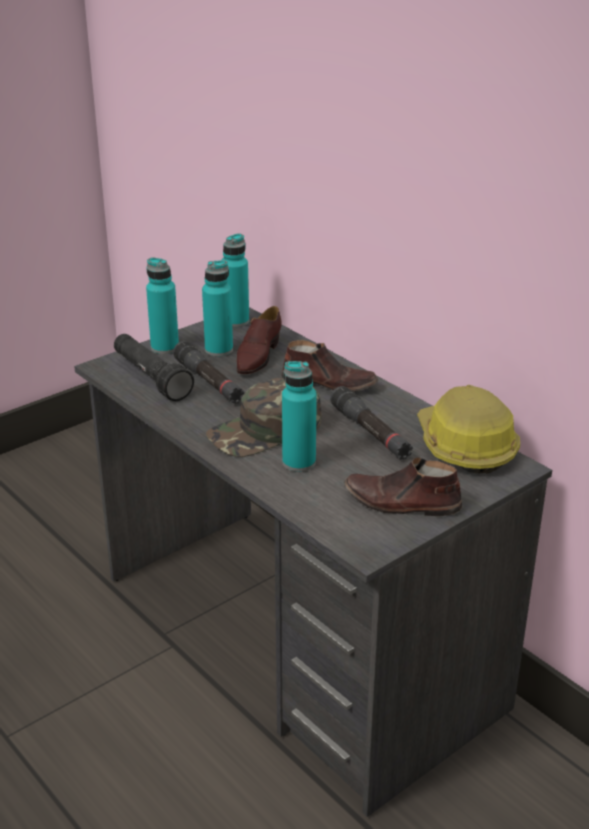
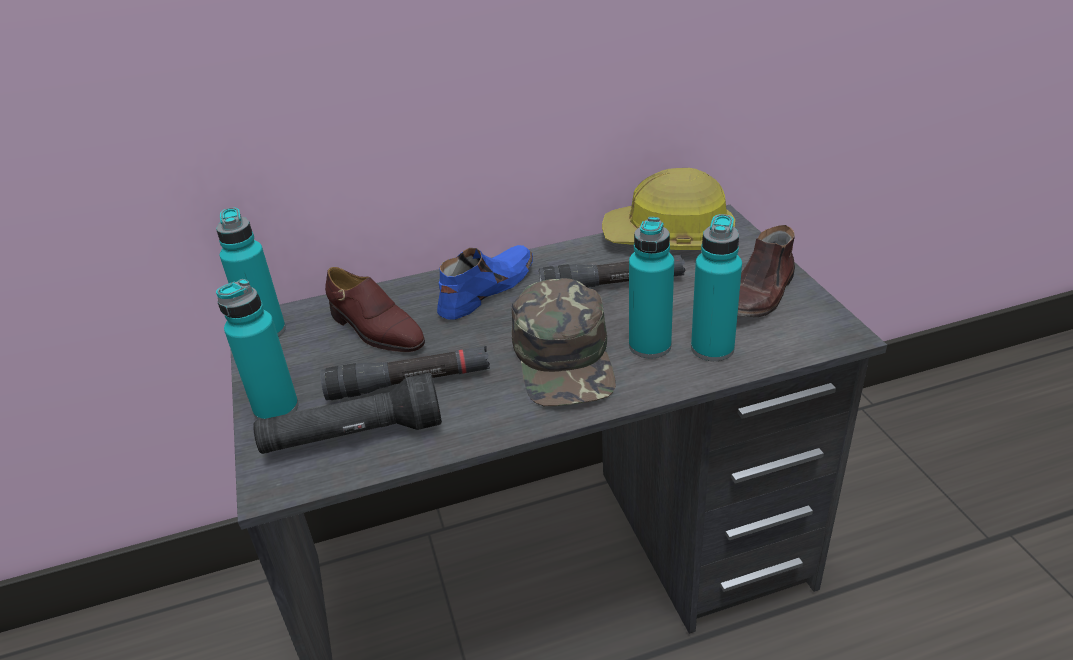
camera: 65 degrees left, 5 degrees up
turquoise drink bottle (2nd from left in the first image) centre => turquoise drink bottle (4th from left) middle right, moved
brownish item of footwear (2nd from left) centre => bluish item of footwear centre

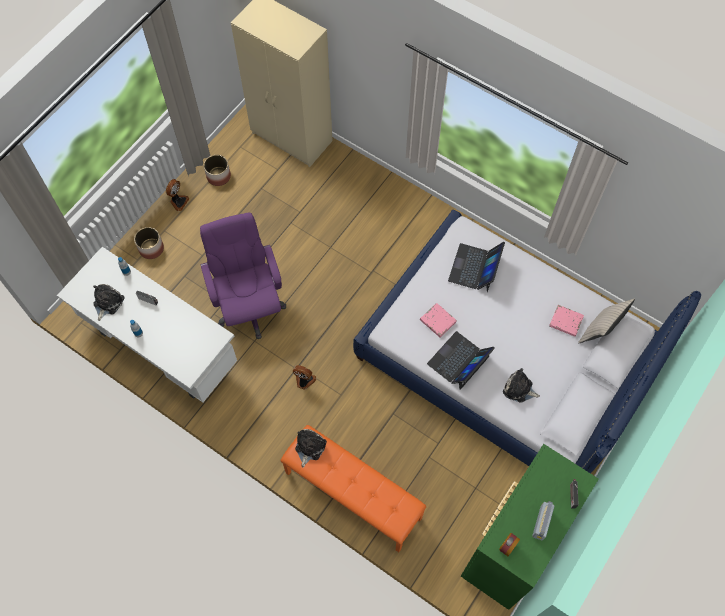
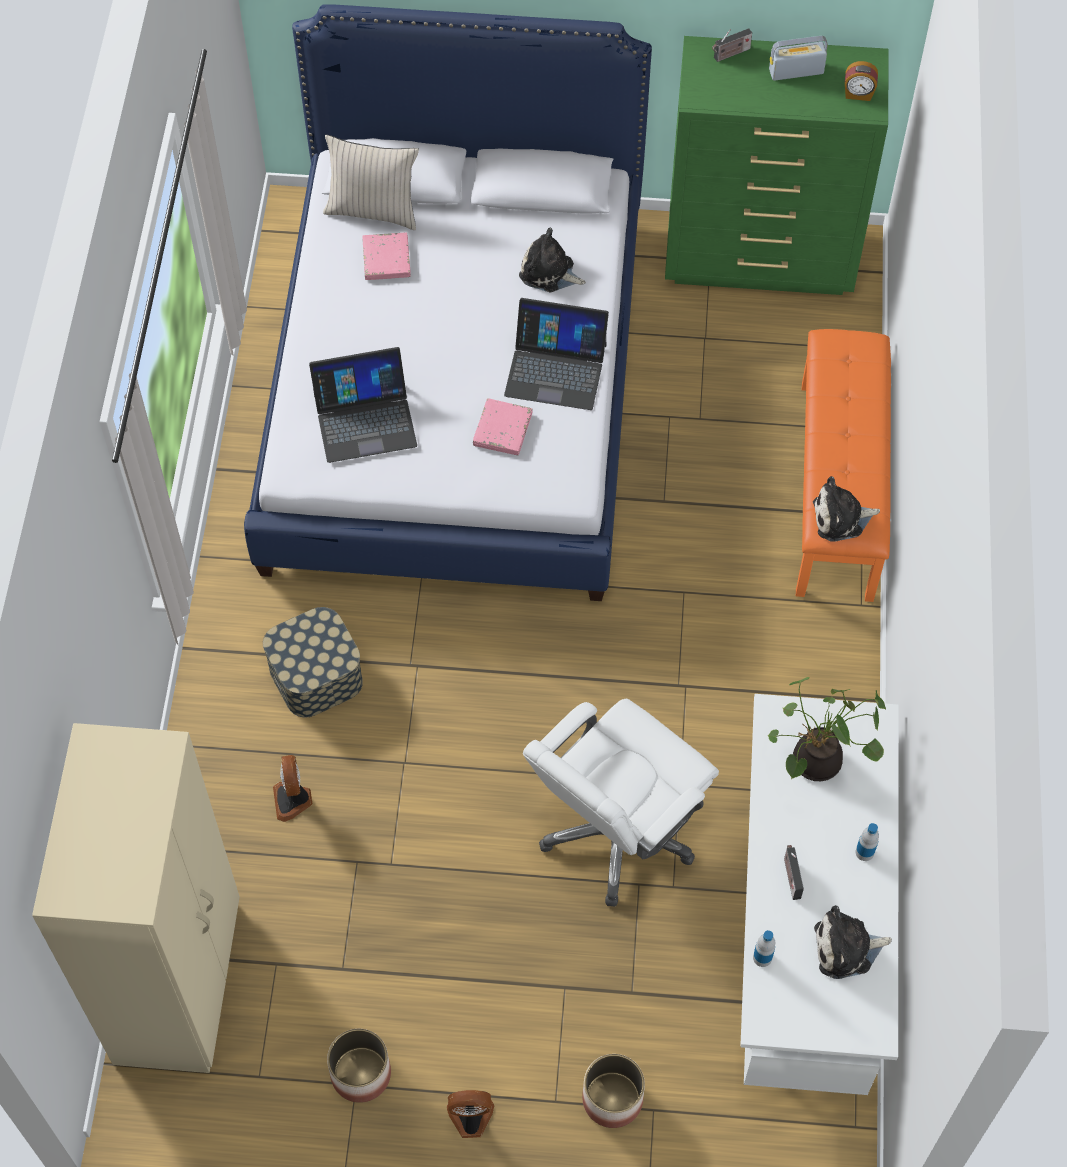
camera: 120 degrees left, 5 degrees down
nothing => storage bin middle left
nothing => potted plant middle right
fan (2nd from left in the first image) centre => fan (1st from left) bottom left, moved
purple desk chair centre => white-coloured desk chair bottom centre
soft toy (3rd from left in the first image) middle right => soft toy (1st from left) top centre, 120 degrees clockwise

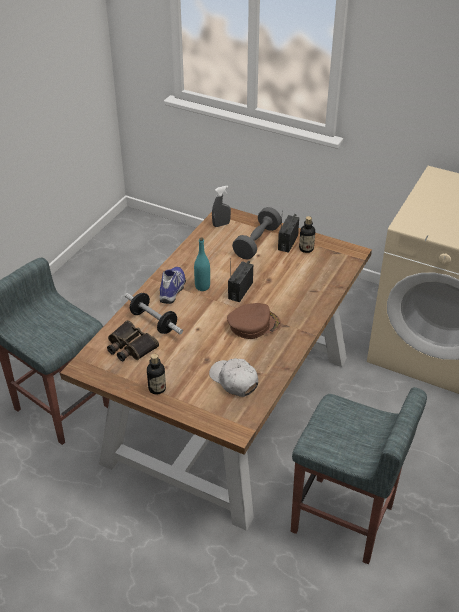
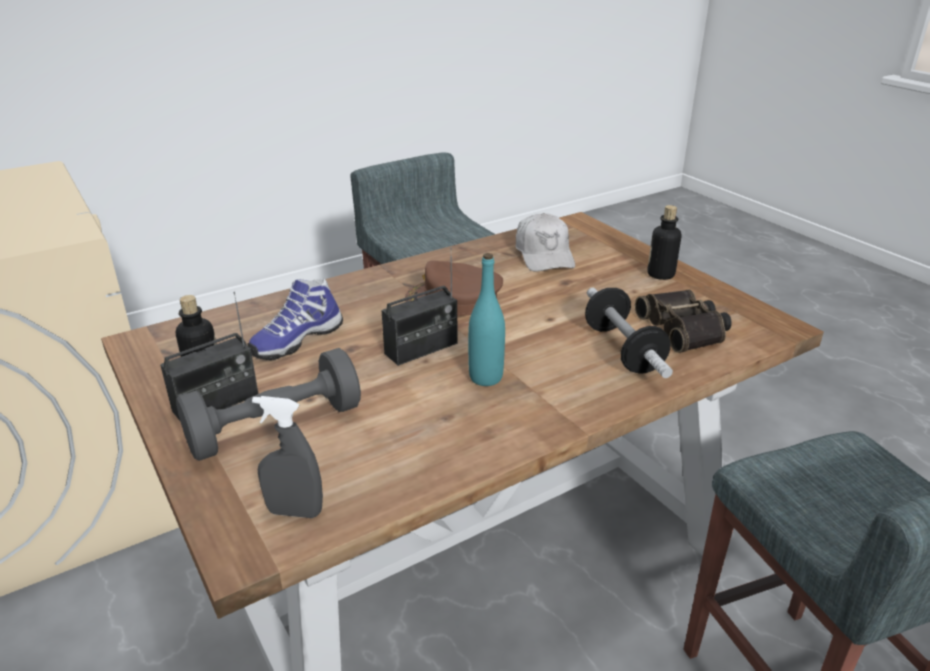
camera: 150 degrees left, 10 degrees down
item of footwear centre => item of footwear middle left, moved

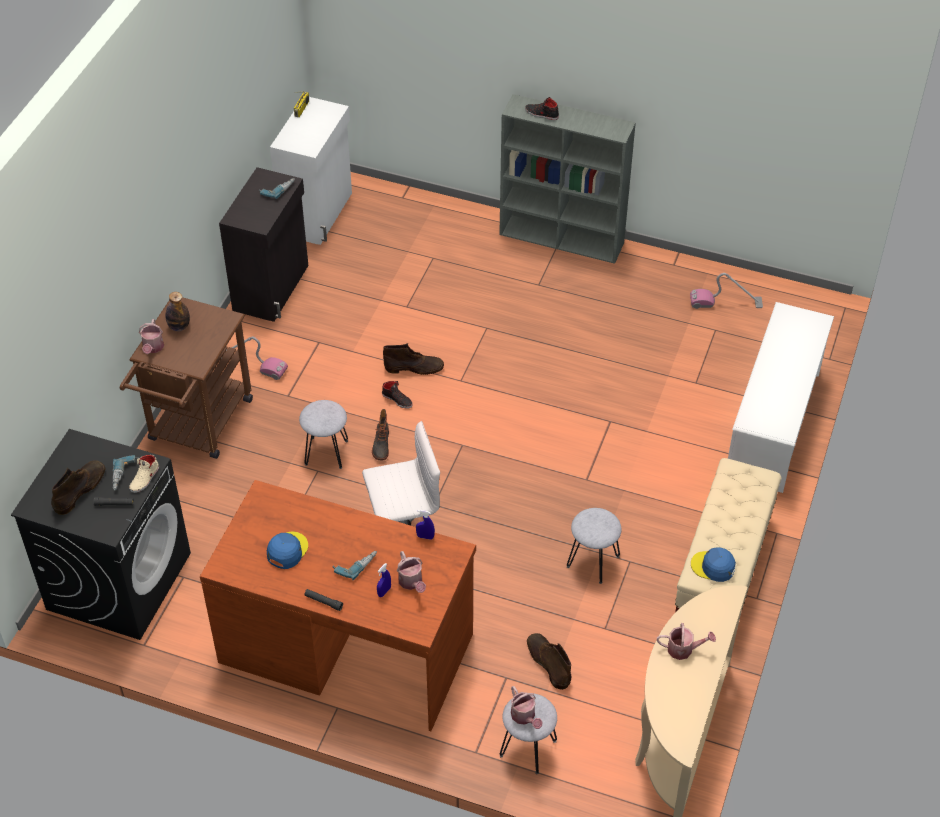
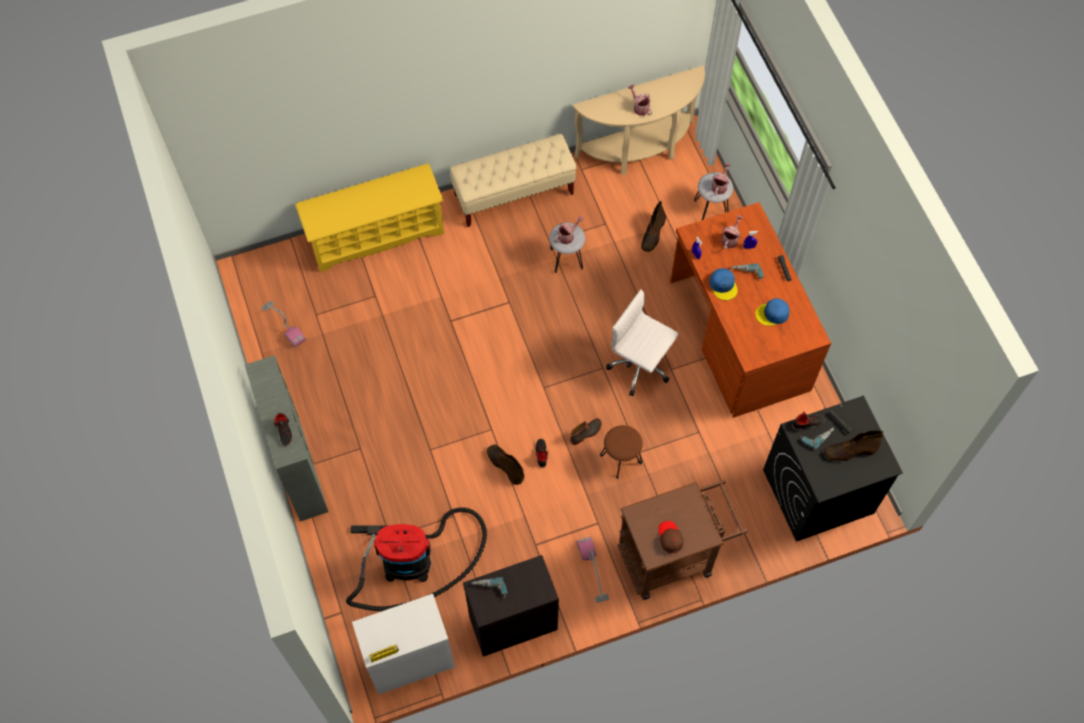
camera: 130 degrees left, 15 degrees up
nothing => hoover (2nd from left) bottom centre
sprinkling can (1st from left) middle left => sprinkling can (1st from left) top centre, moved
bluish cap (2nd from left in the first image) bottom right => bluish cap (1st from left) middle right, moved
drink bottle middle left => brownish cap bottom centre
beige-coloured item of footwear middle left => blackish item of footwear (3rd from left) middle right
greyish sitting stool (1st from left) centre => brownish sitting stool centre
white-coloured shoe shelf middle right => yellow-coloured shoe shelf top centre

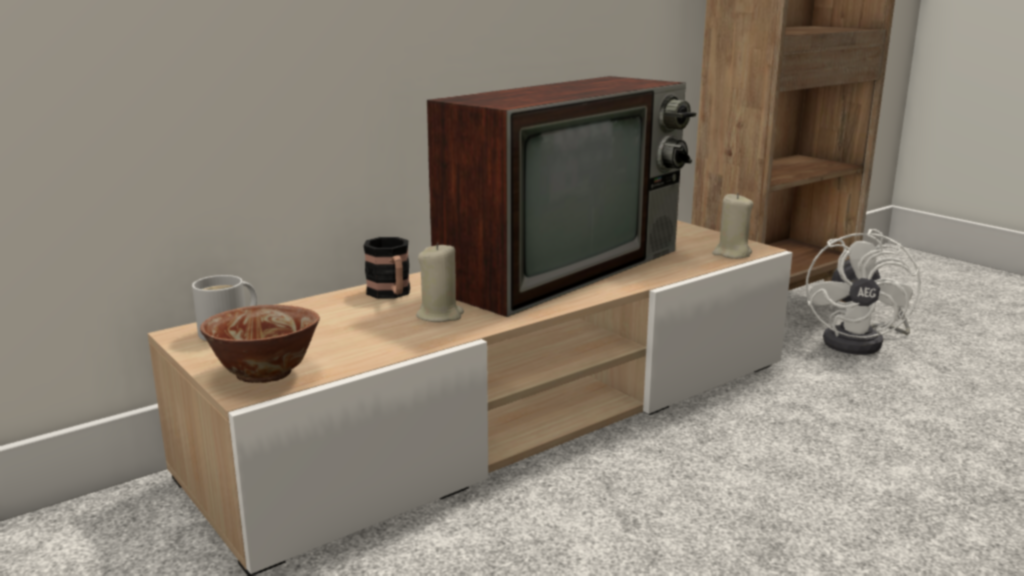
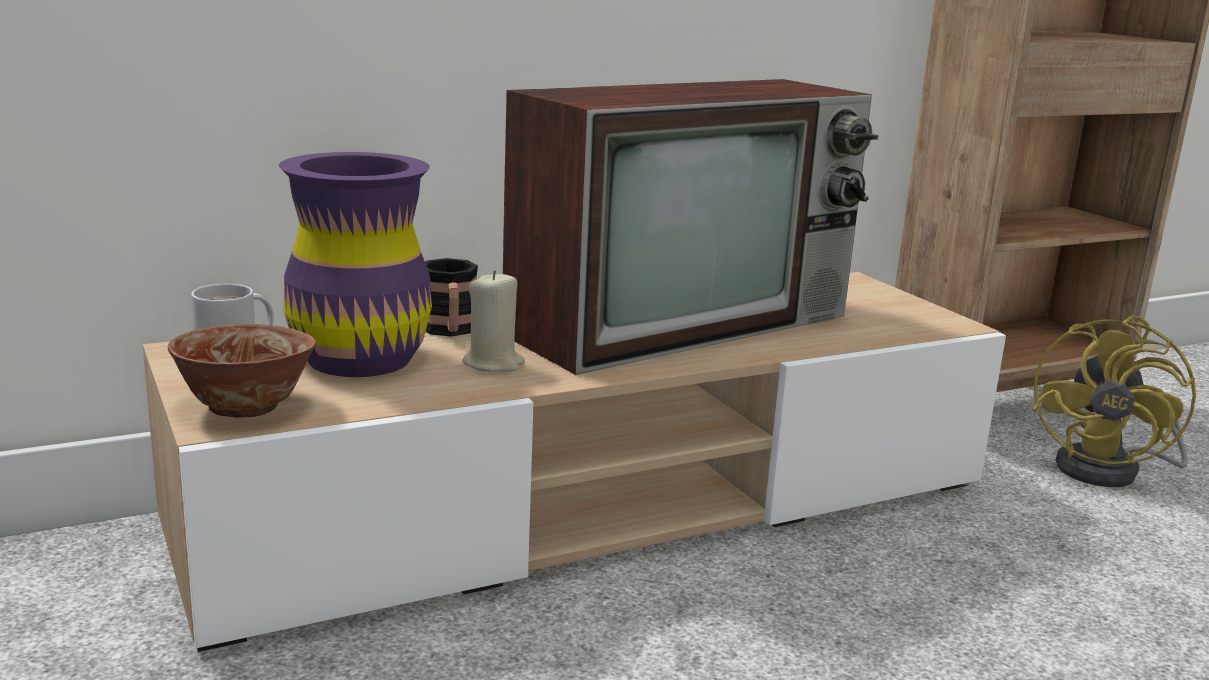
camera: 10 degrees right, 0 degrees up
beige-coloured wax candle (2nd from left) middle right => nothing
nothing => purple flower vase middle left
white-coloured fan middle right => yellow-coloured fan middle right

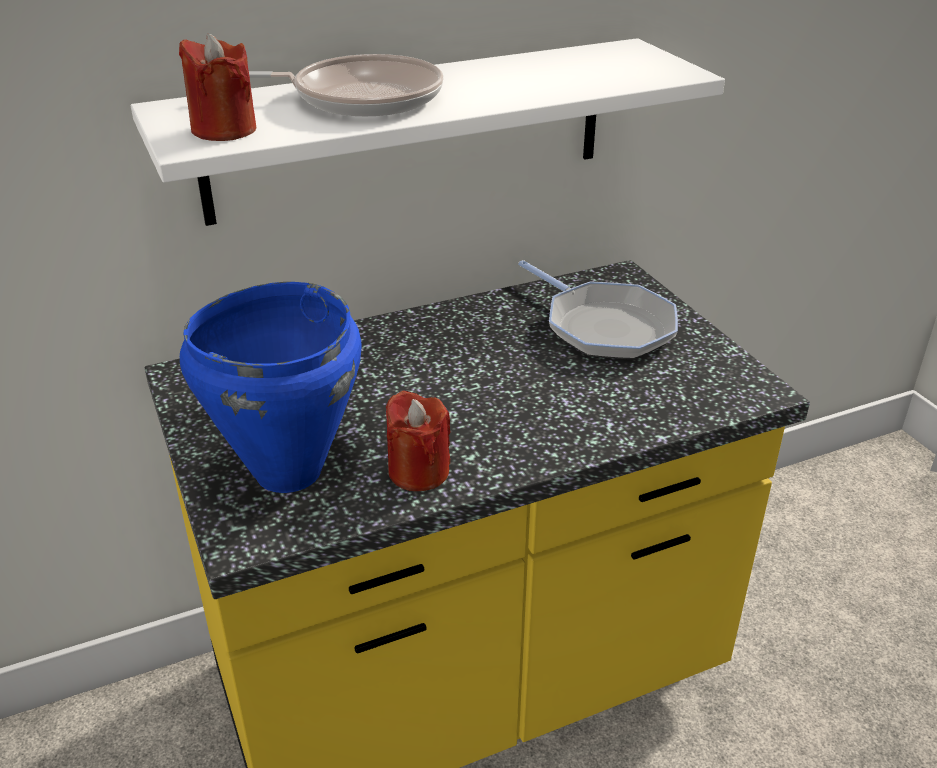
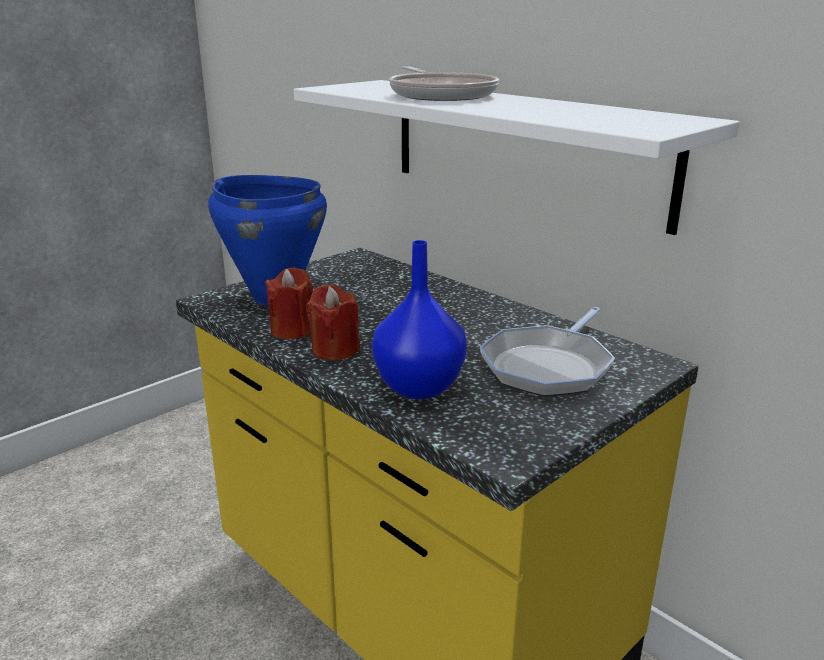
camera: 70 degrees right, 10 degrees down
nothing => bluish flower vase centre
red-coloured wax candle (1st from left in the first image) top left => red-coloured wax candle (2nd from left) centre, moved

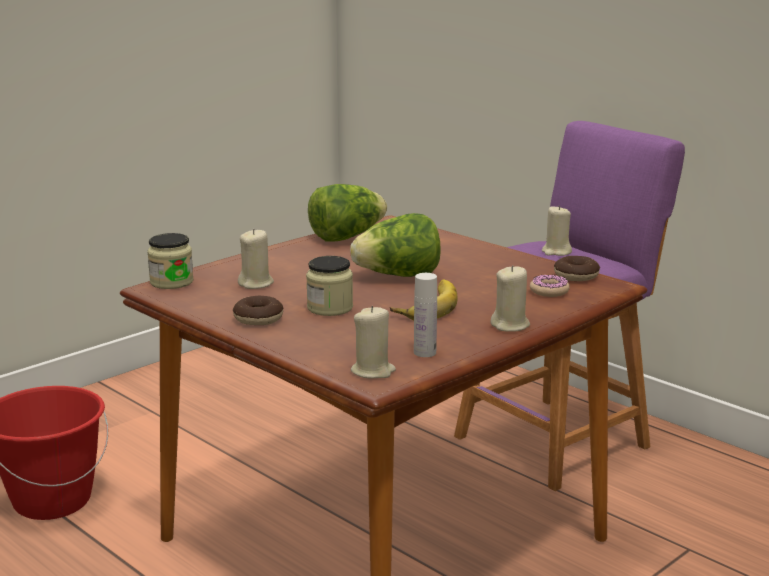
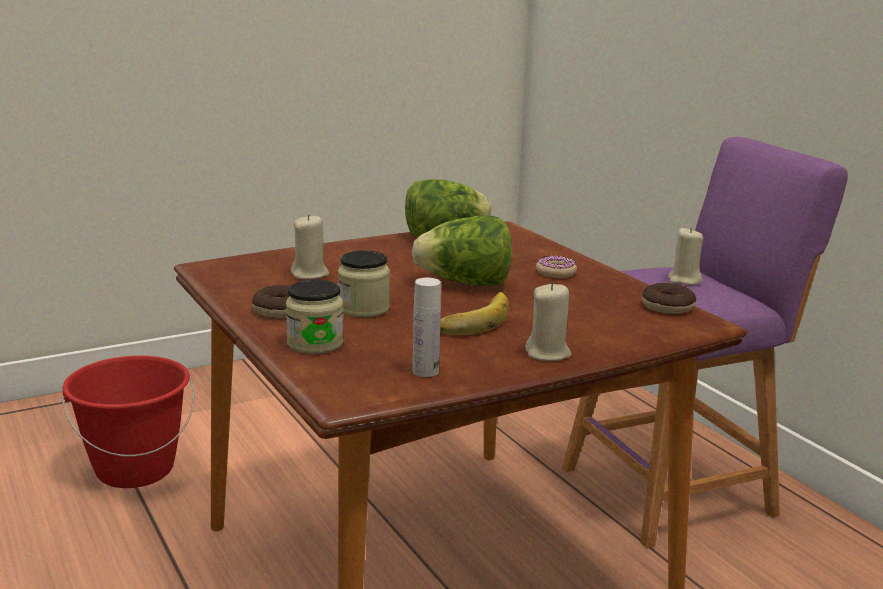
camera: 15 degrees right, 0 degrees up
beige-coloured wax candle (2nd from left) centre => nothing
jar (1st from left) middle left => jar (1st from left) centre, moved
donut (2nd from left) middle right => donut (2nd from left) centre, moved

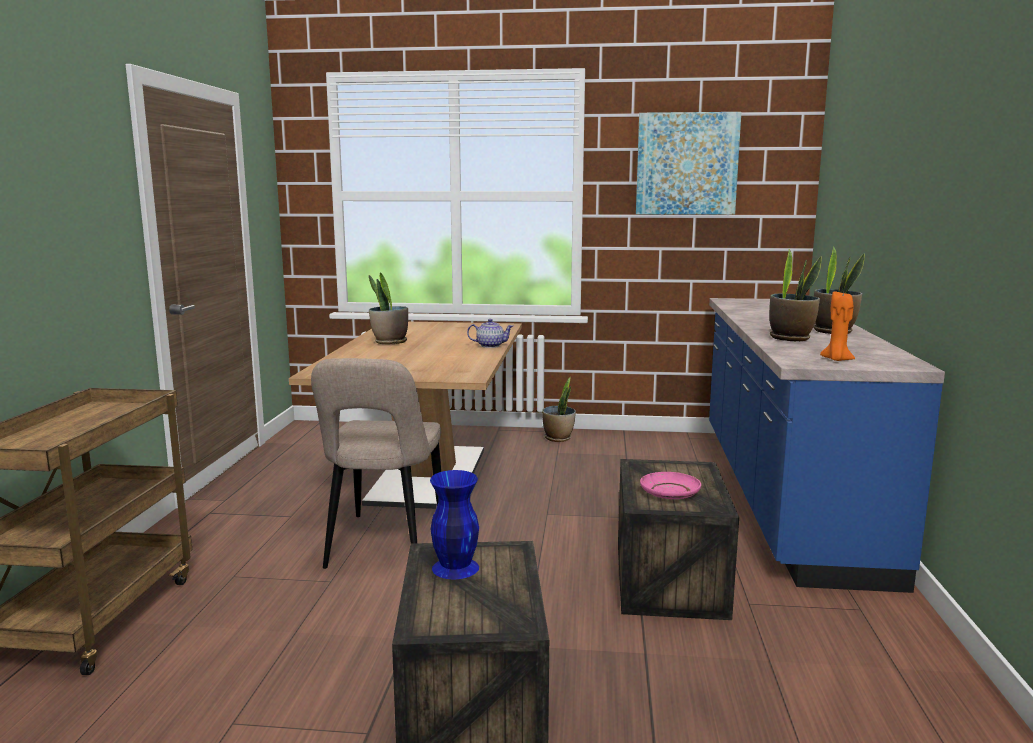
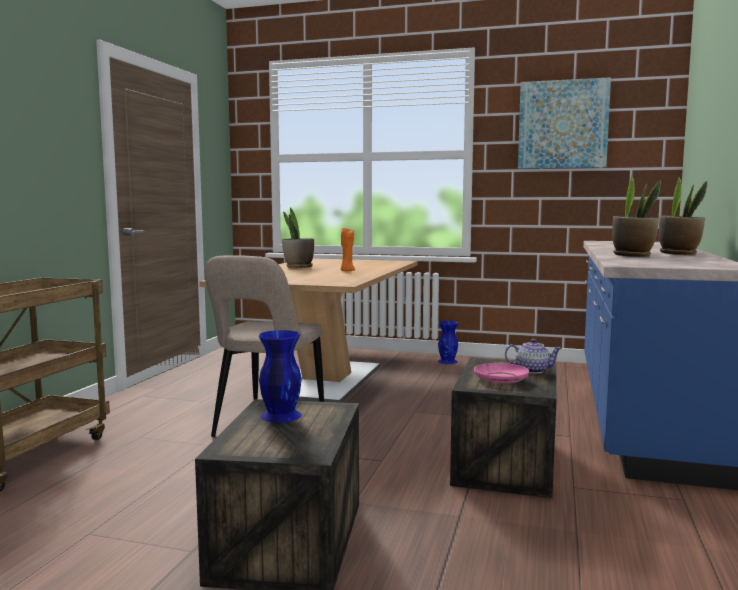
camera: 10 degrees right, 5 degrees down
tea pot centre => tea pot middle right, moved
orangey wax candle middle right => orangey wax candle centre, moved
potted plant (2nd from left) centre => bluish flower vase (2nd from left) centre

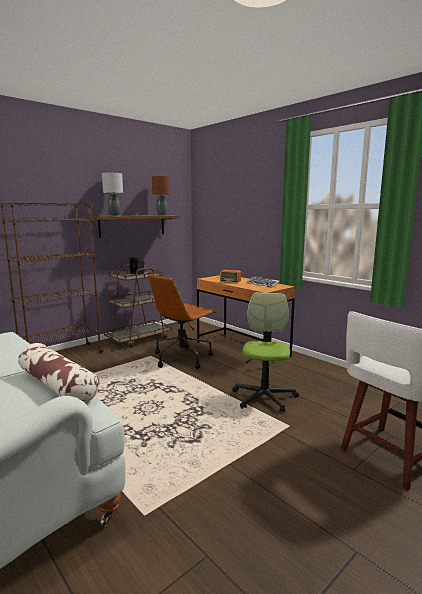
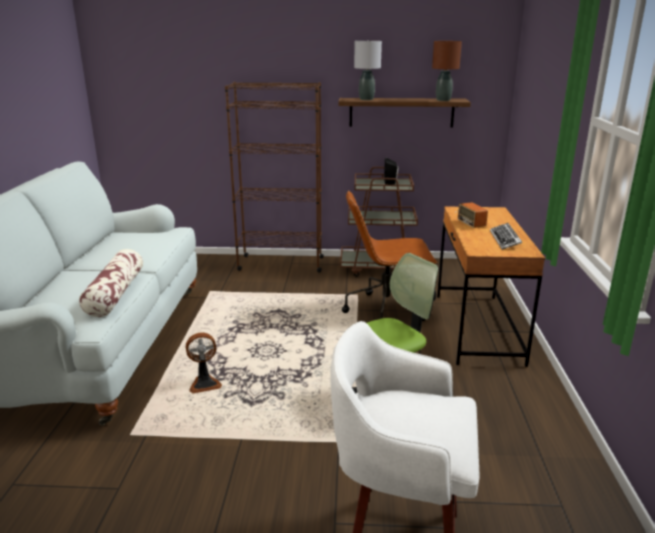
camera: 45 degrees right, 10 degrees up
nothing => fan bottom left

